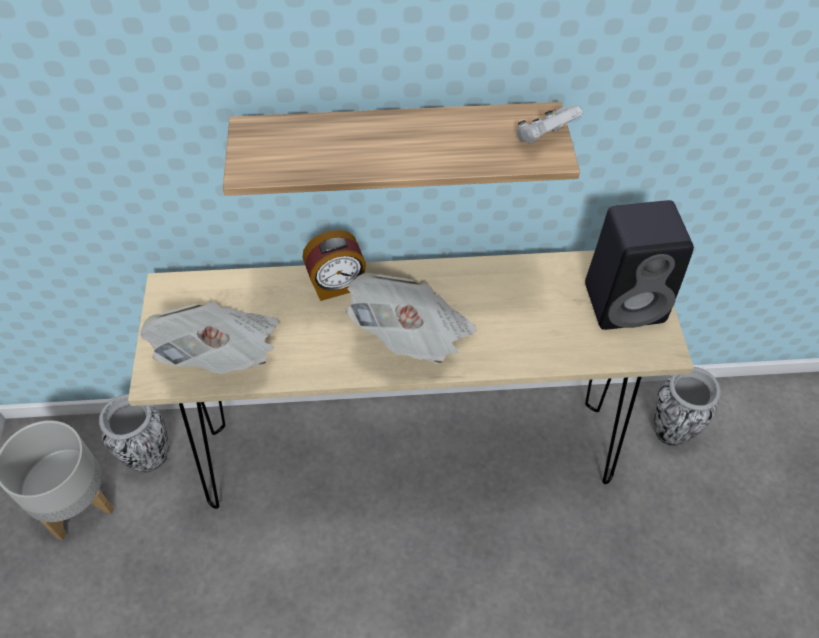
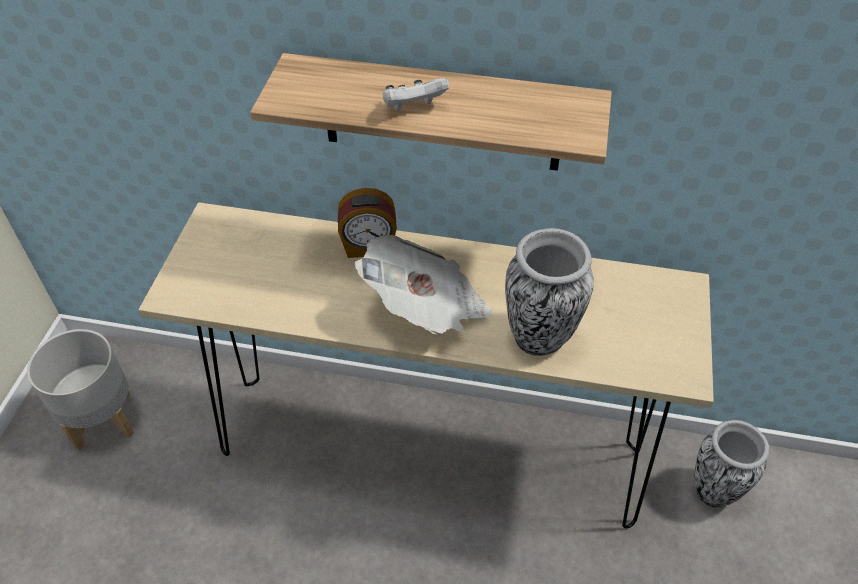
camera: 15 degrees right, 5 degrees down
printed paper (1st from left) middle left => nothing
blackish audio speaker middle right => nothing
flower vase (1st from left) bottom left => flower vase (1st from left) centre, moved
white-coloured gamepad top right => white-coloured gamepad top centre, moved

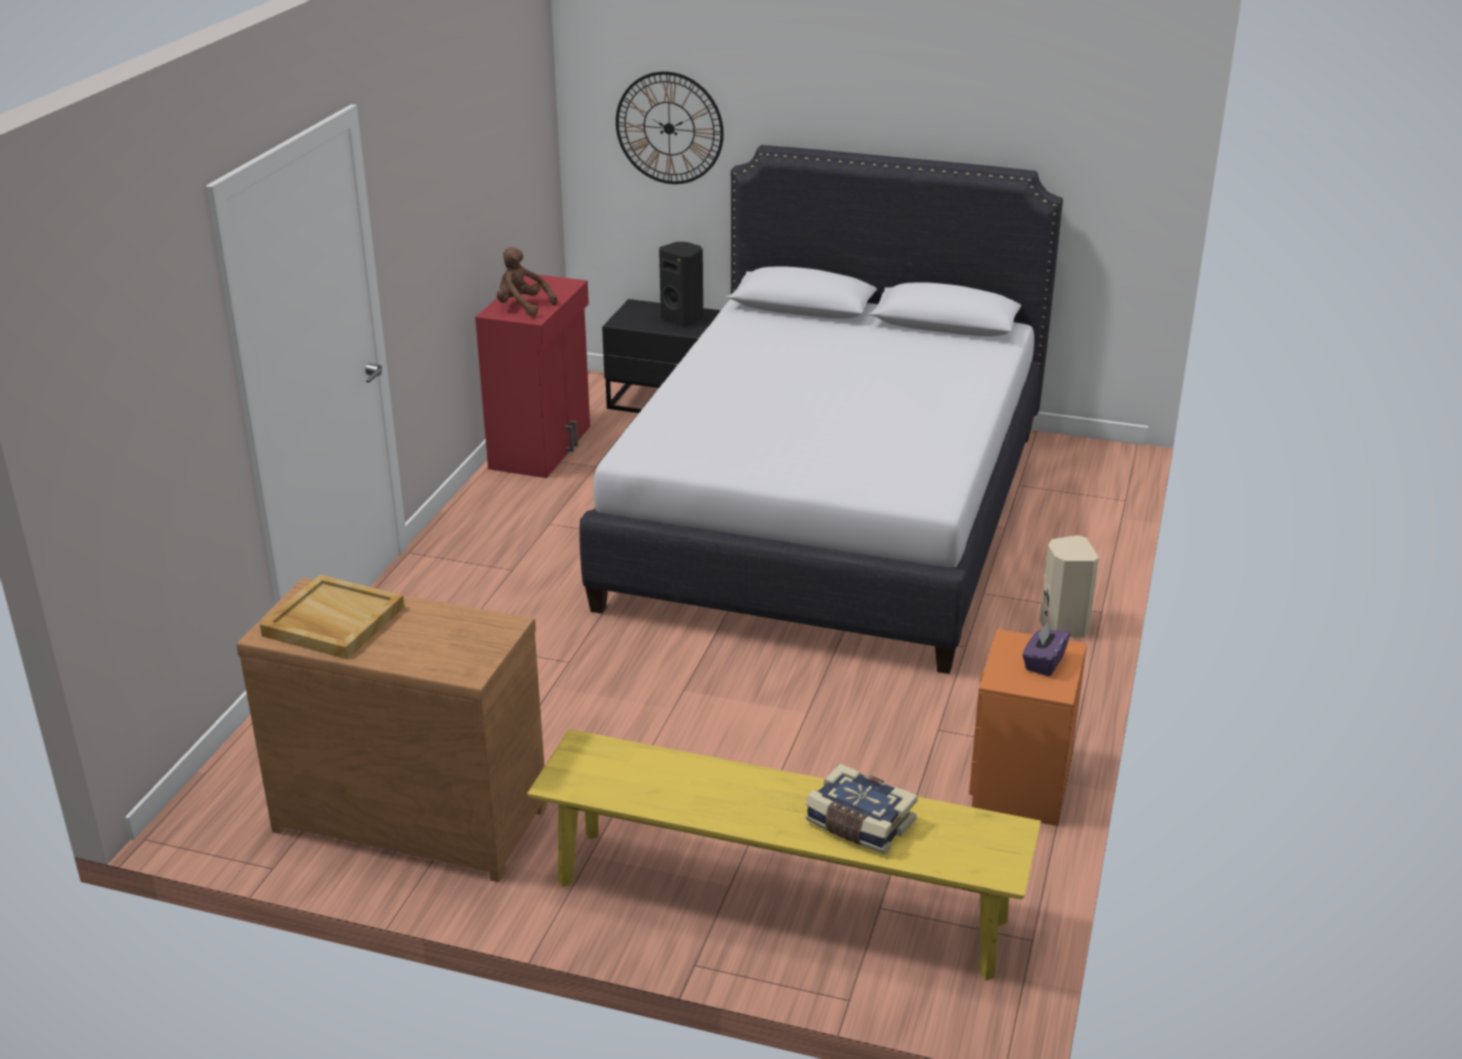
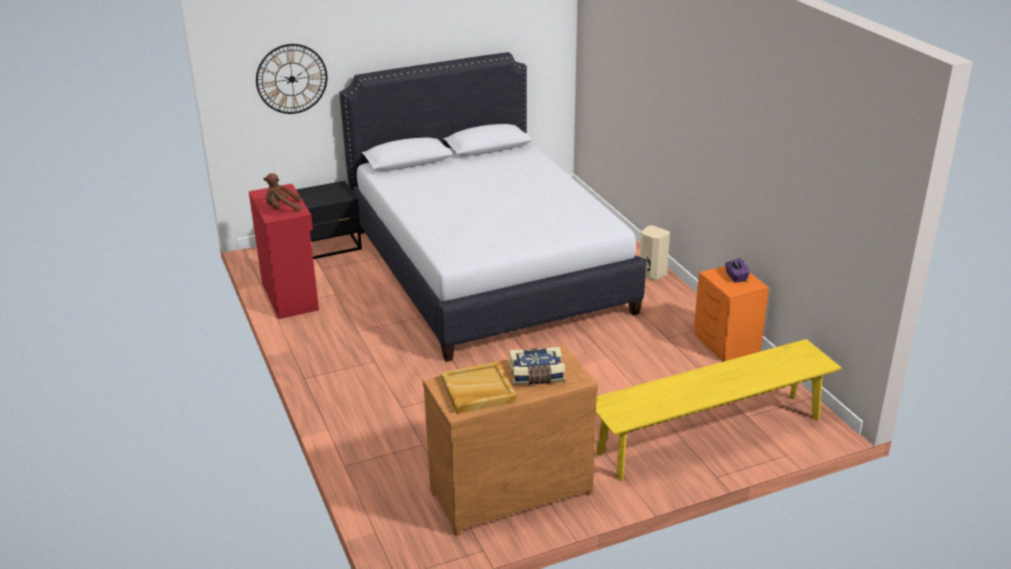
camera: 40 degrees left, 0 degrees up
blackish audio speaker top centre => nothing
bound book bottom centre => bound book centre, moved

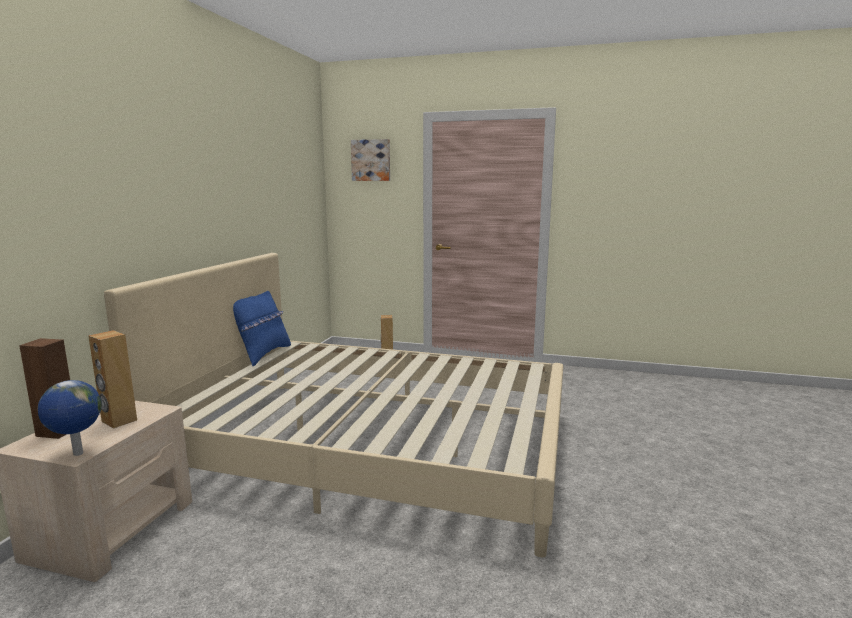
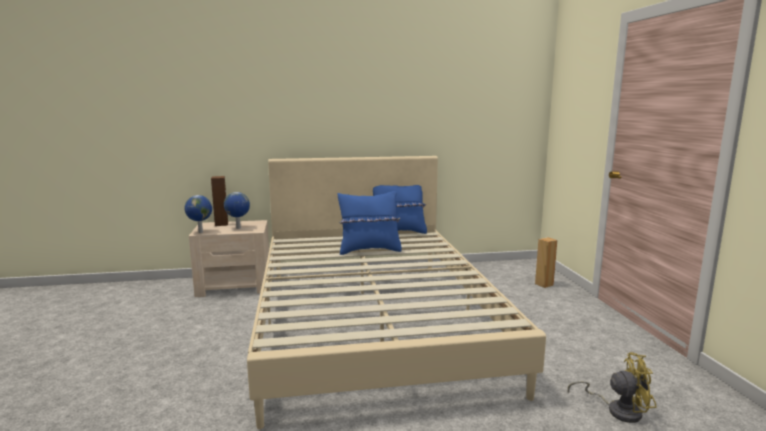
camera: 65 degrees right, 0 degrees up
wall art top centre => nothing
nothing => bluish pillow (1st from left) centre
nothing => yellow-coloured fan bottom right
brownish audio speaker (2nd from left) middle left => desk globe (2nd from left) middle left

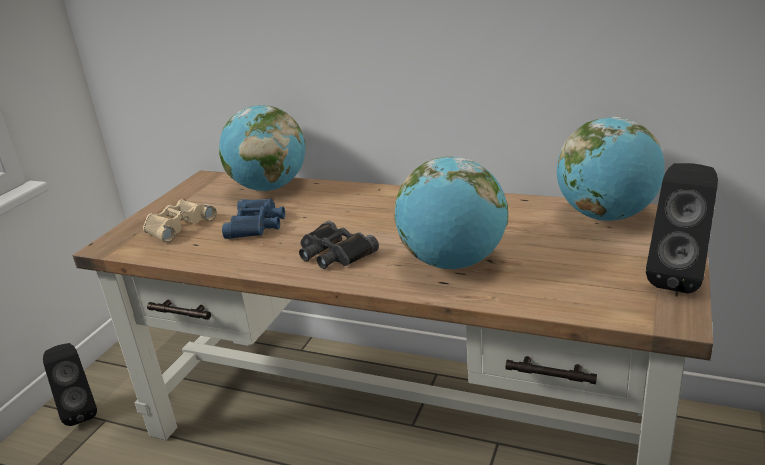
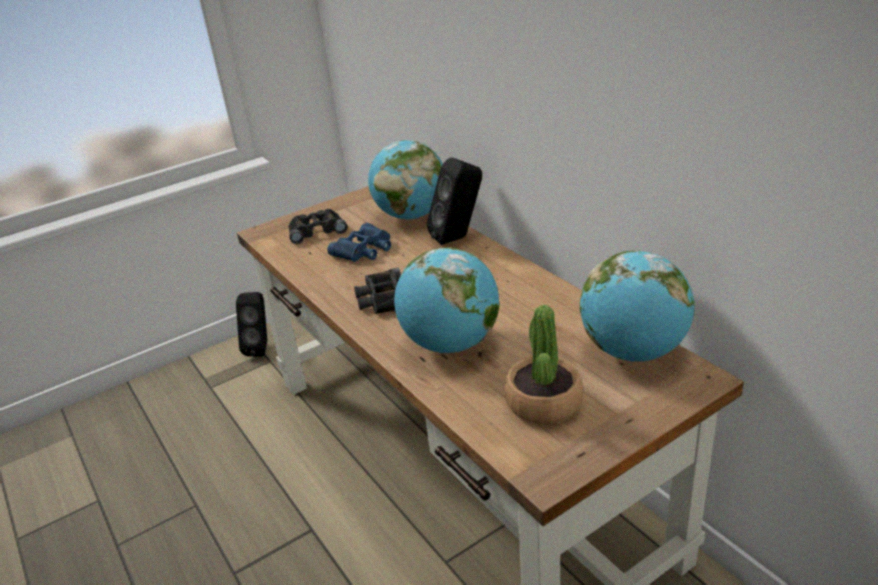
camera: 35 degrees right, 5 degrees up
nothing => potted plant centre
blackish audio speaker (2nd from left) middle right => blackish audio speaker (2nd from left) centre, moved
beige-coloured pair of binoculars middle left => blackish pair of binoculars (1st from left) centre

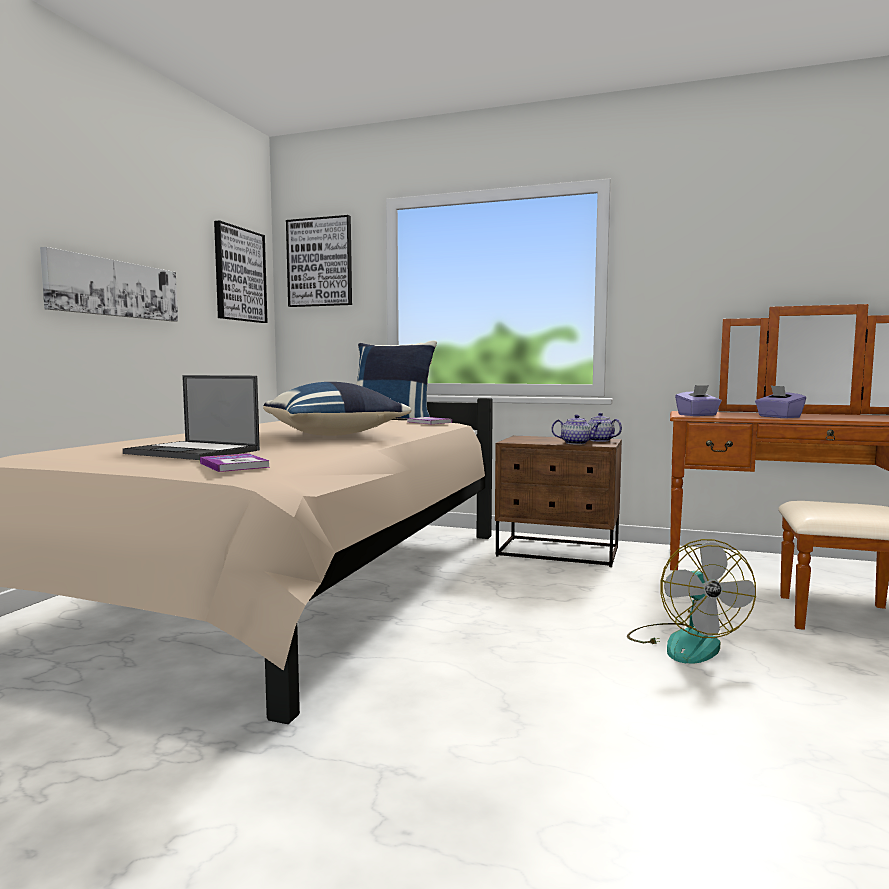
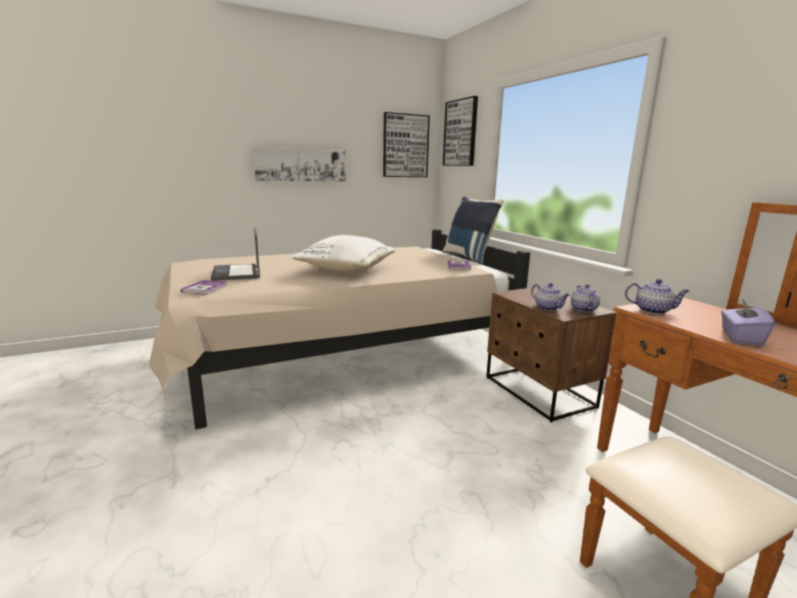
camera: 45 degrees right, 10 degrees up
fan bottom right => nothing
purple tissue holder (1st from left) middle right => tea pot (3rd from left) middle right
bluish pillow (1st from left) centre => white-coloured pillow centre

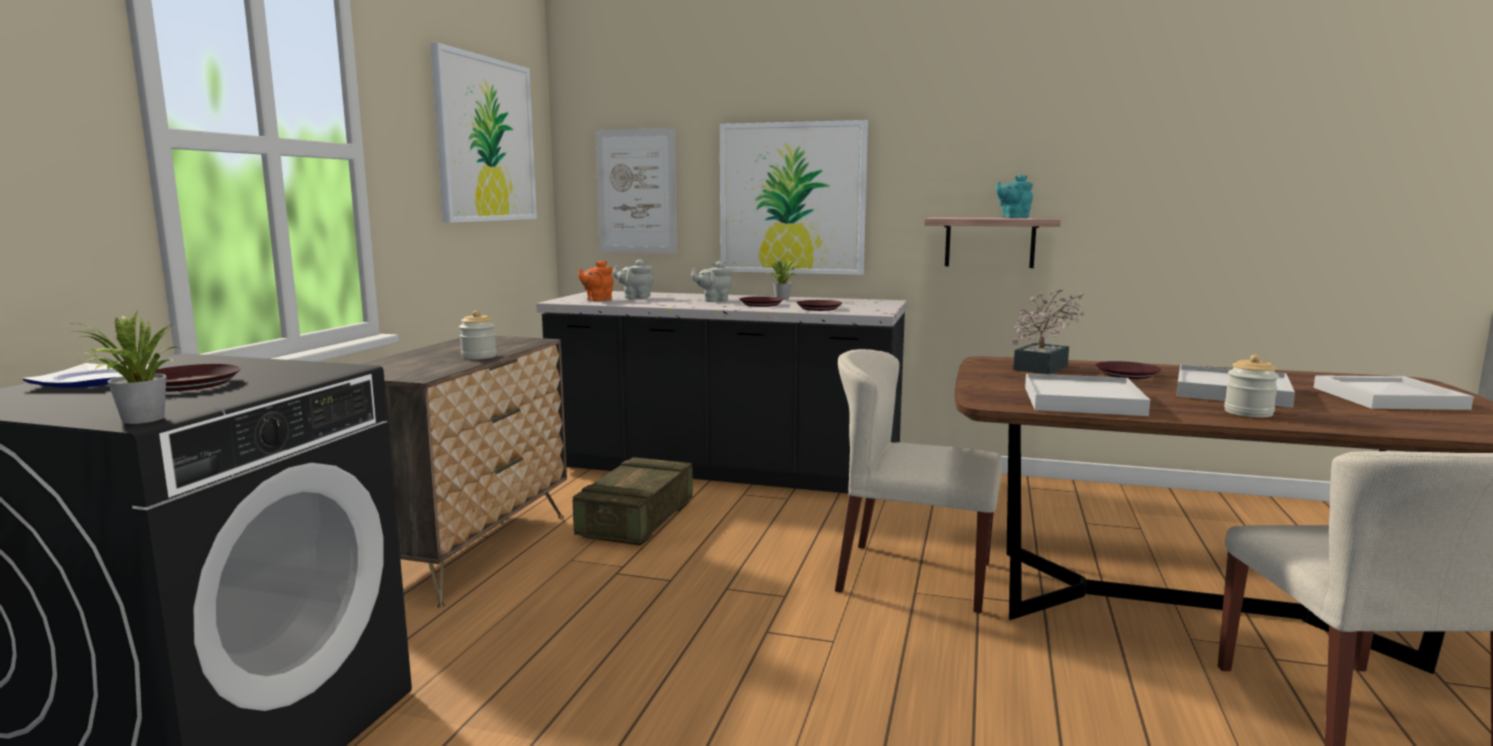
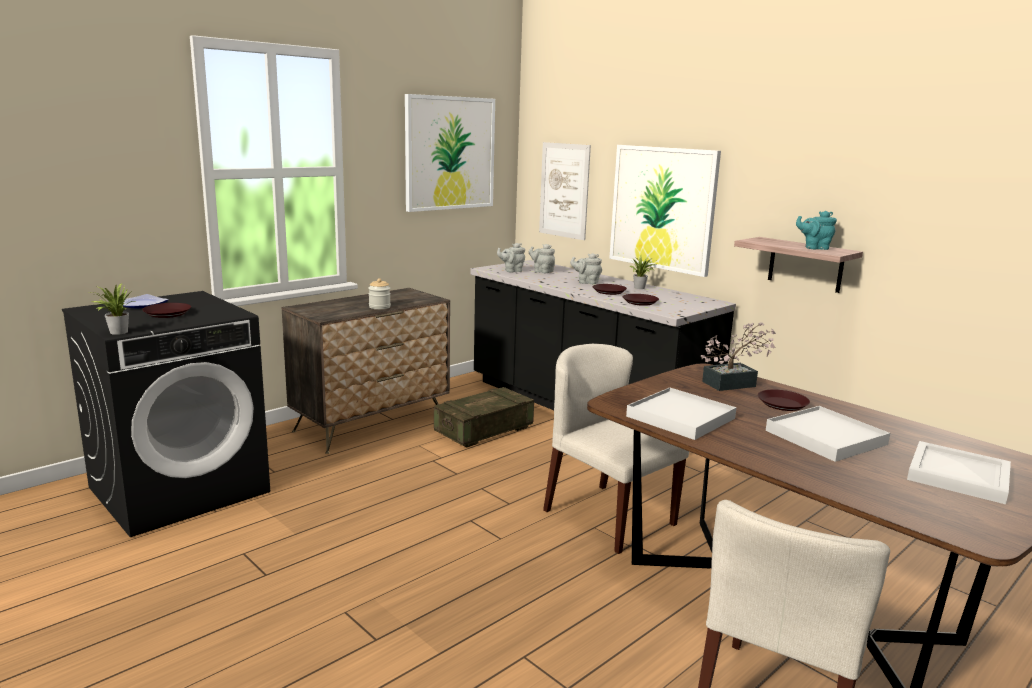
camera: 30 degrees right, 5 degrees up
jar (2nd from left) middle right => nothing
orangey tea pot centre => greyish tea pot (1st from left) centre

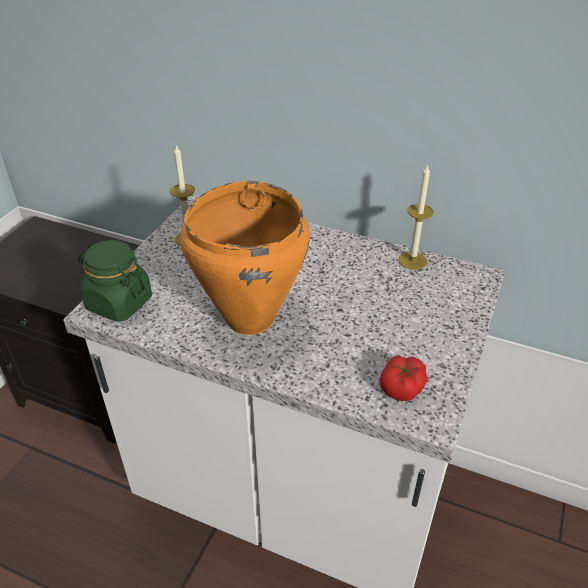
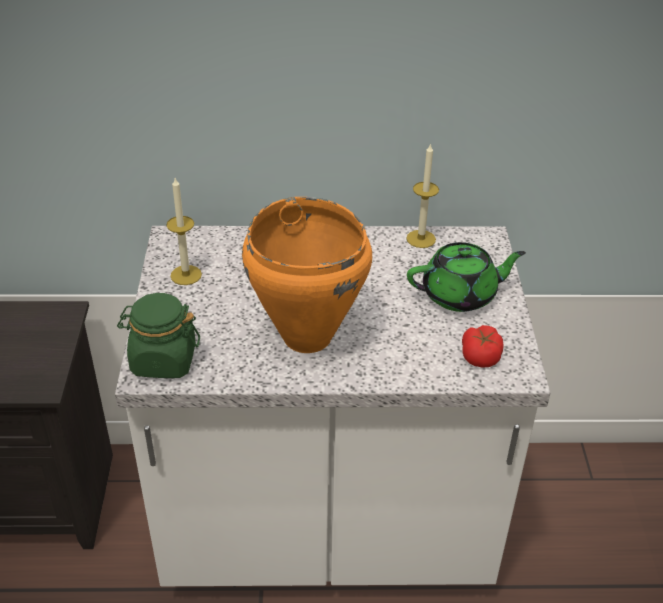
camera: 25 degrees left, 0 degrees up
nothing => greenish tea pot middle right

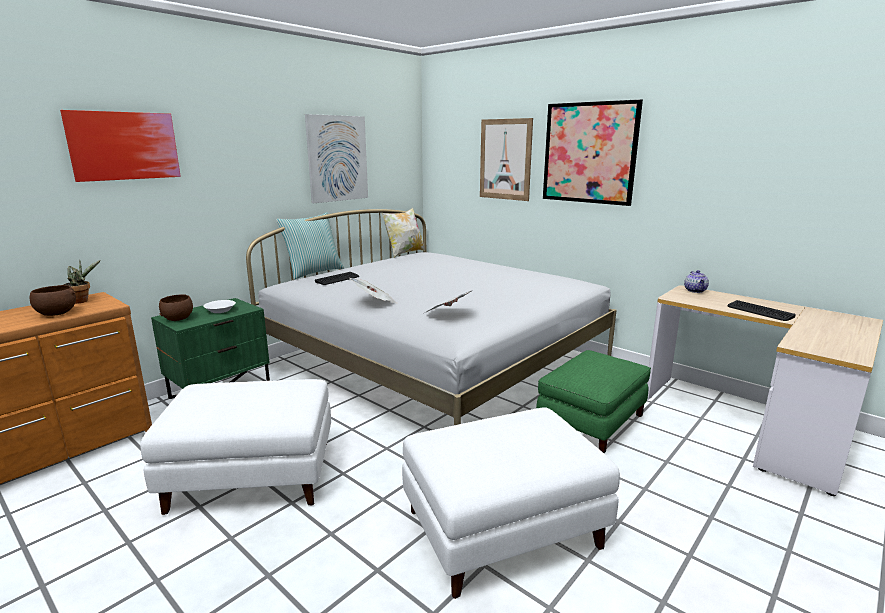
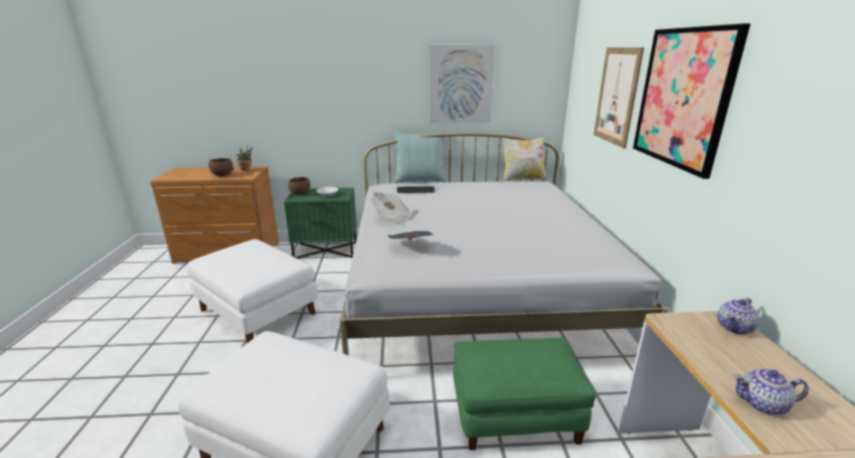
camera: 45 degrees right, 5 degrees up
wall art (1st from left) top left => nothing
computer keyboard (2nd from left) middle right => tea pot (2nd from left) bottom right

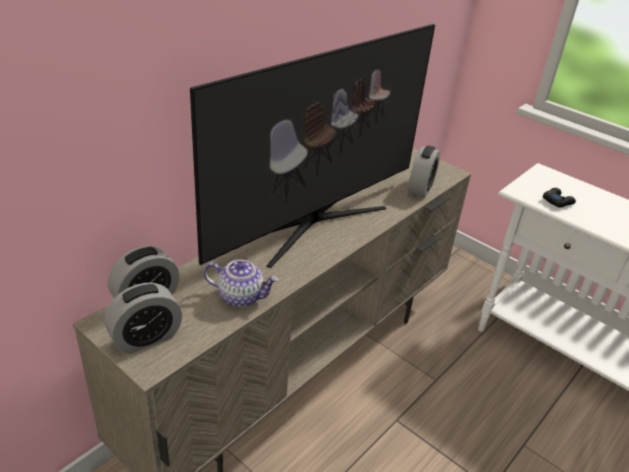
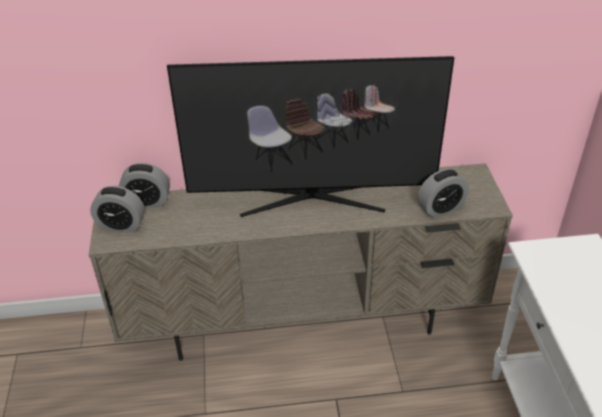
camera: 45 degrees right, 5 degrees up
tea pot centre => nothing
blackish gamepad middle right => nothing

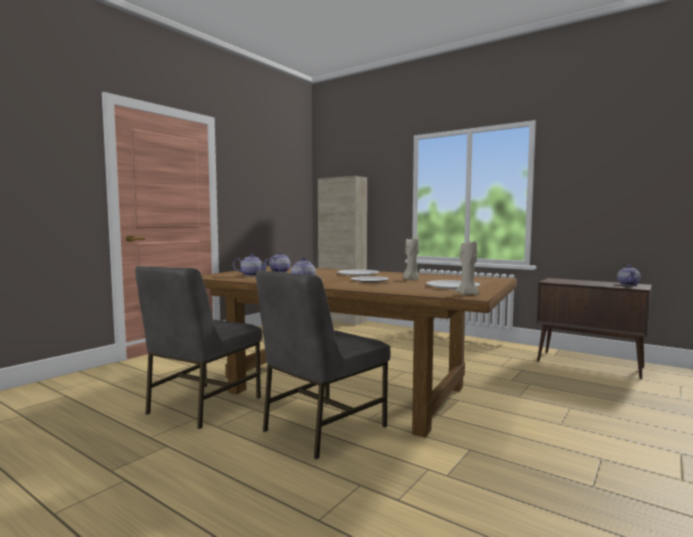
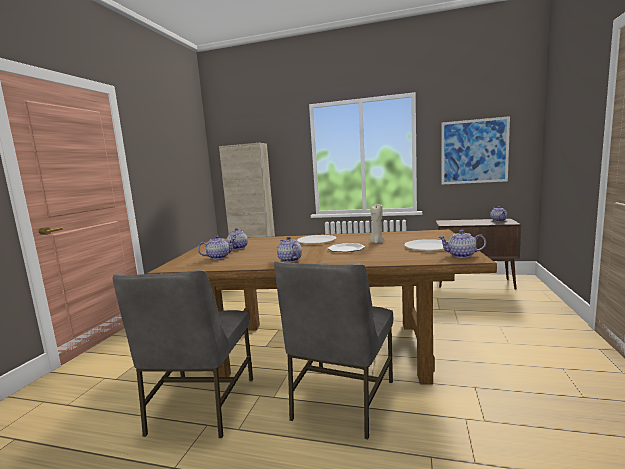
camera: 20 degrees left, 5 degrees up
nothing => wall art top right
beige-coloured wax candle (2nd from left) middle right => tea pot (4th from left) middle right

